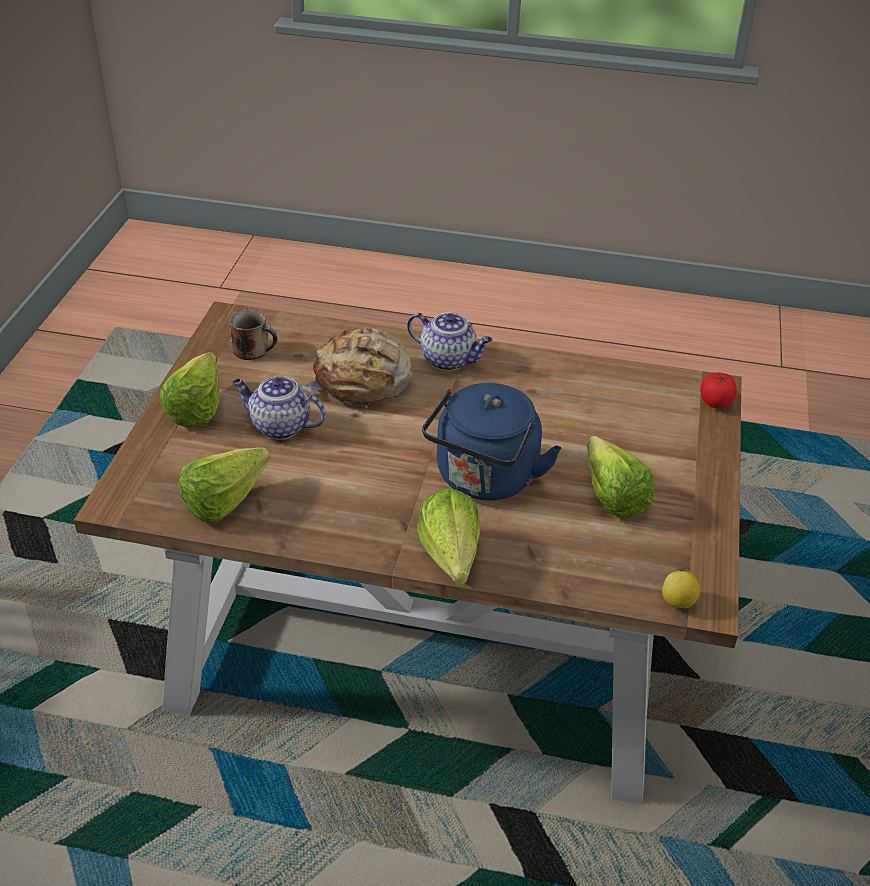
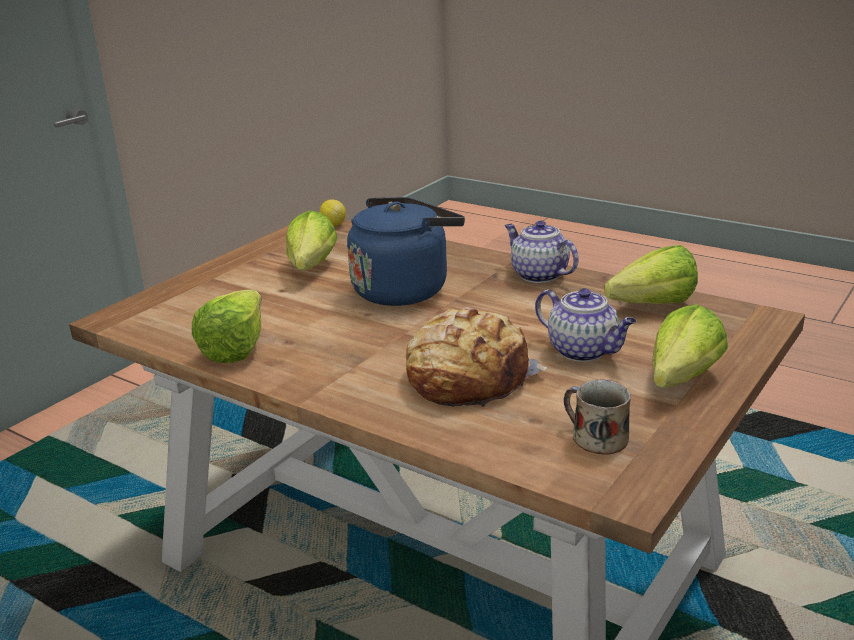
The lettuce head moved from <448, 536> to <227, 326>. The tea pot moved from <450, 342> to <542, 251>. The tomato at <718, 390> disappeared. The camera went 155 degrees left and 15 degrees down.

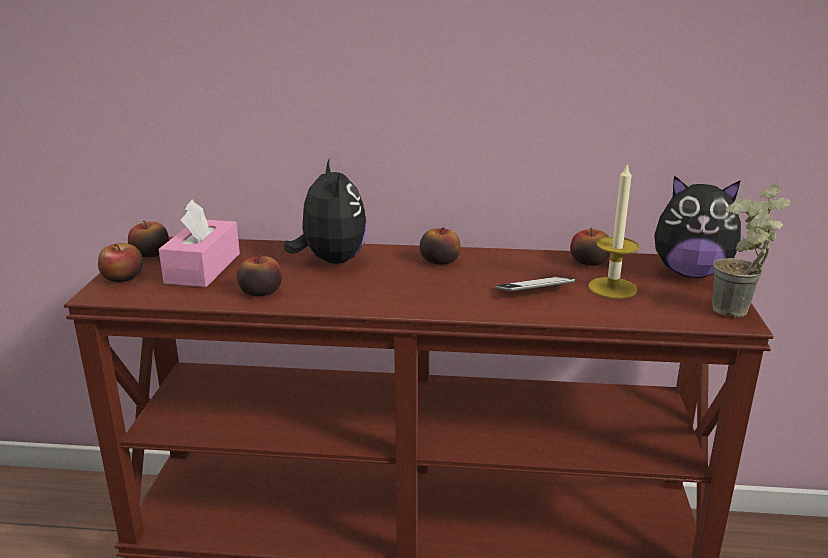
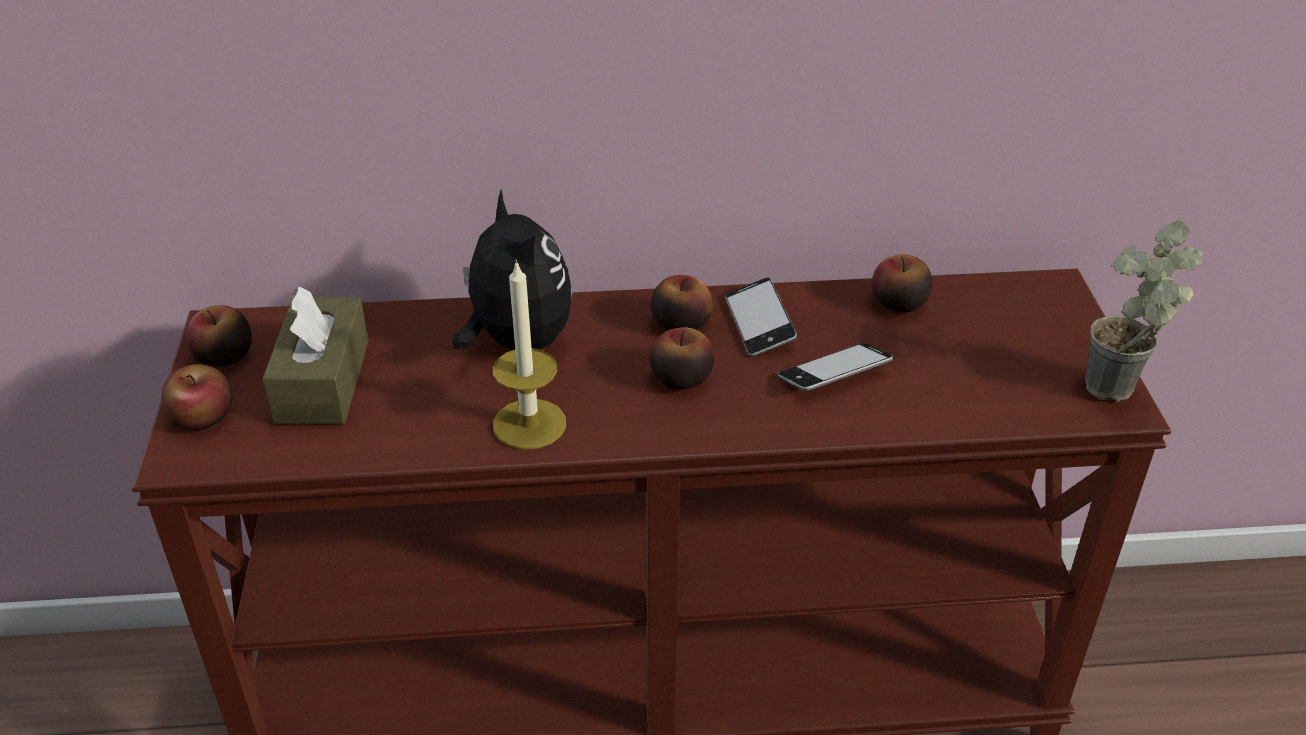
The box of tissues (pinkish) at <199, 243> became the box of tissues (brownish) at <315, 355>. The wax candle moved from <614, 230> to <529, 355>. The whole apple moved from <259, 275> to <681, 358>. The telephone at <761, 317> appeared. The soft toy at <699, 226> disappeared. The camera went 10 degrees left and 15 degrees up.

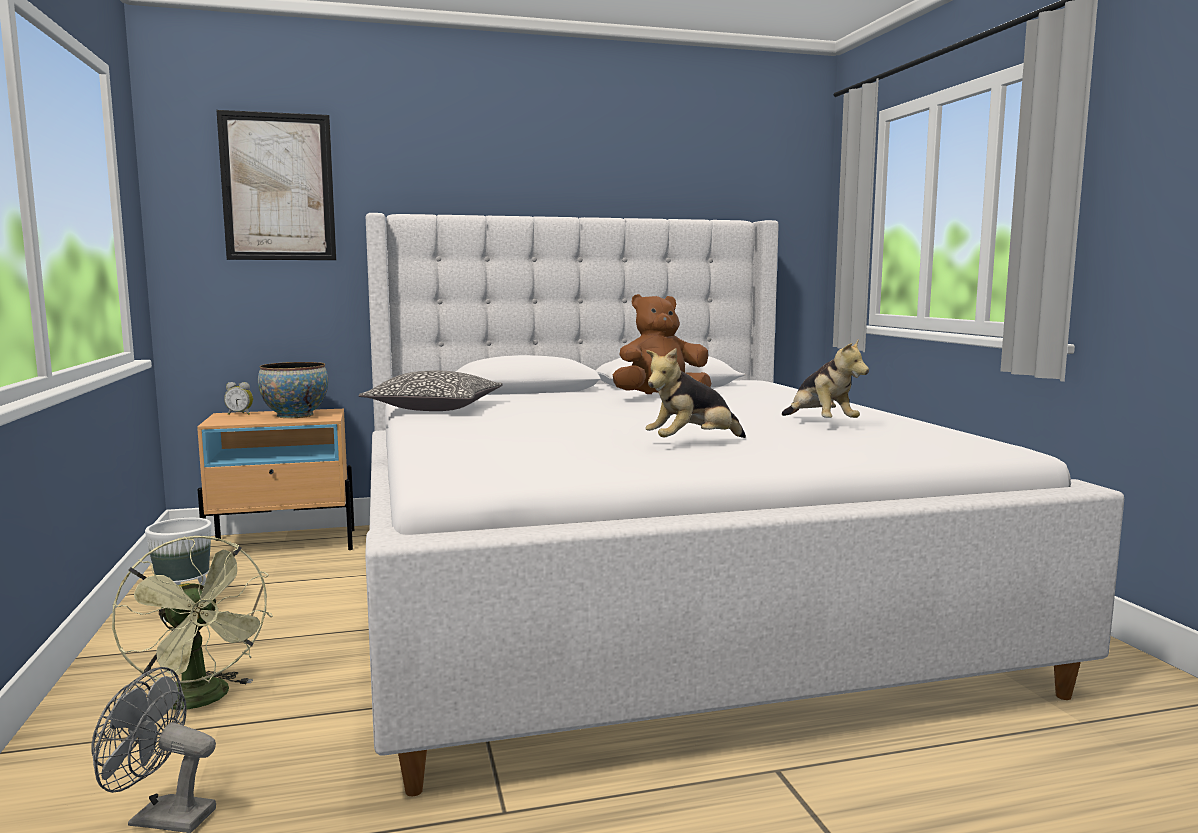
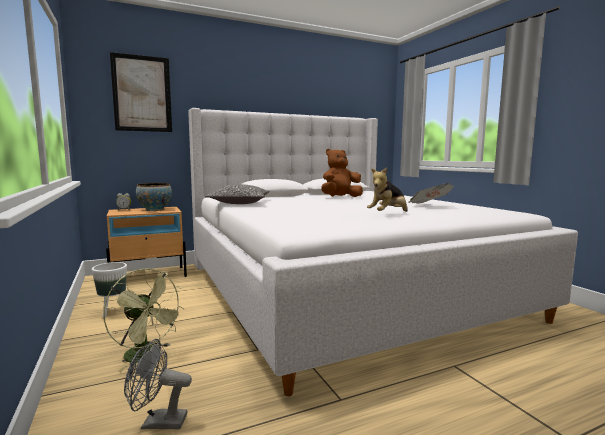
The soft toy at <825, 378> was replaced by the newspaper at <431, 193>. The camera went 10 degrees left and 0 degrees up.

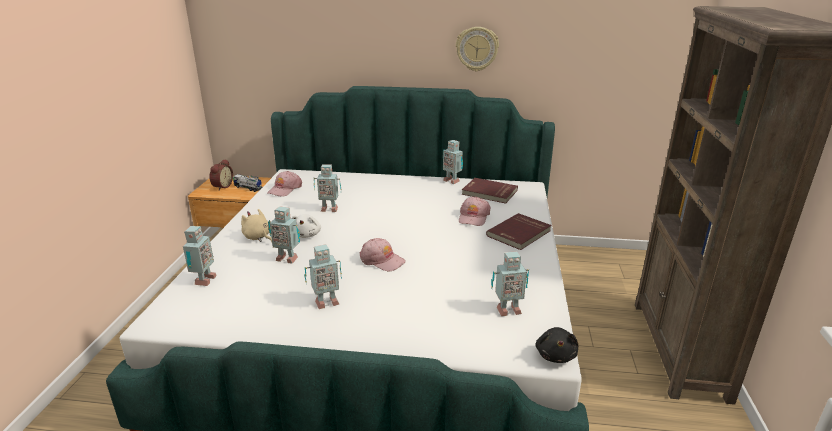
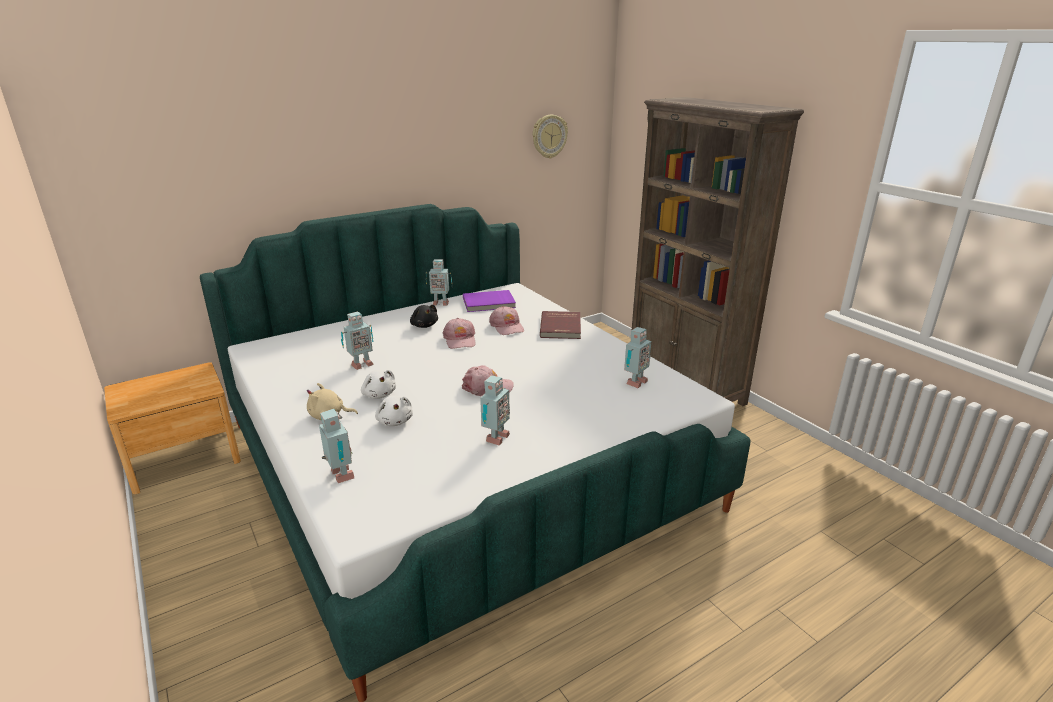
The robot figure at <284, 234> was replaced by the soft toy (white-coloured) at <394, 410>. The soft toy (black) moved from <556, 345> to <424, 316>. The cap (pinkish) moved from <284, 184> to <459, 333>. The book (red) at <490, 191> became the book (purple-coloured) at <489, 301>. The clock on the wall moved from <477, 49> to <550, 137>. The bedside clock at <221, 174> disappeared. The toy truck at <247, 183> disappeared. The camera went 40 degrees left and 0 degrees up.

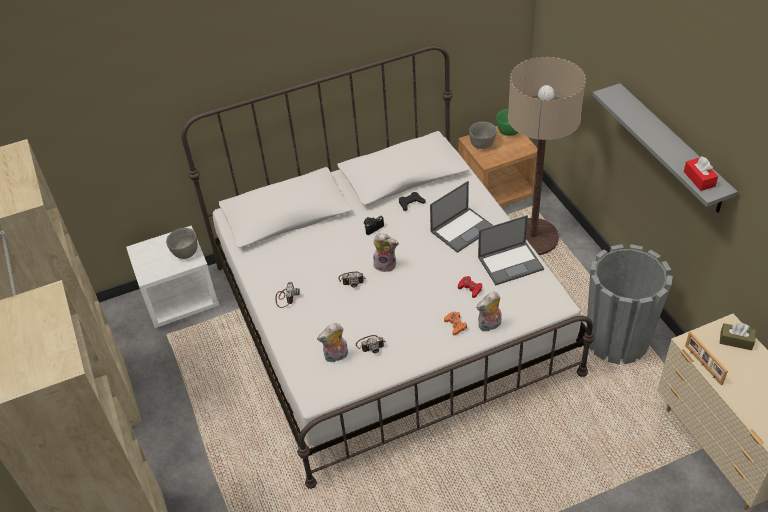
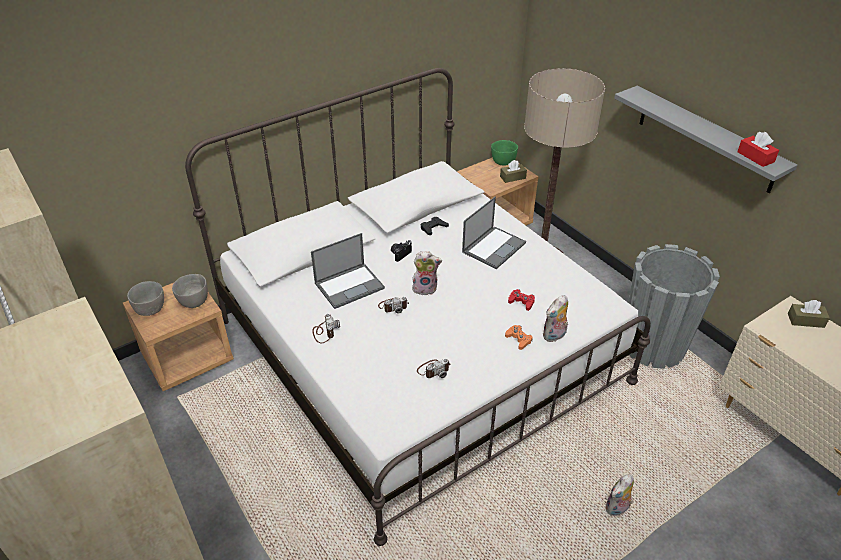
The night table (white-coloured) at <173, 277> became the night table (brownish) at <178, 337>. The bowl (gray) moved from <482, 135> to <145, 298>. The laptop moved from <511, 250> to <348, 271>. The box of tissues (brownish) at <513, 171> appeared. The soft toy moved from <332, 343> to <619, 495>. The picture frame at <706, 358> disappeared. The camera went 15 degrees left and 5 degrees down.

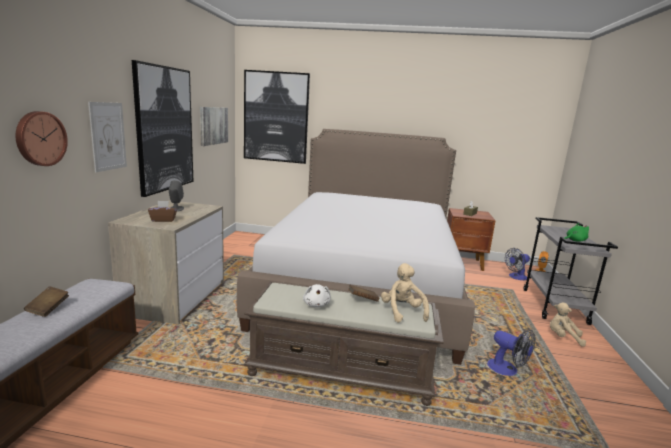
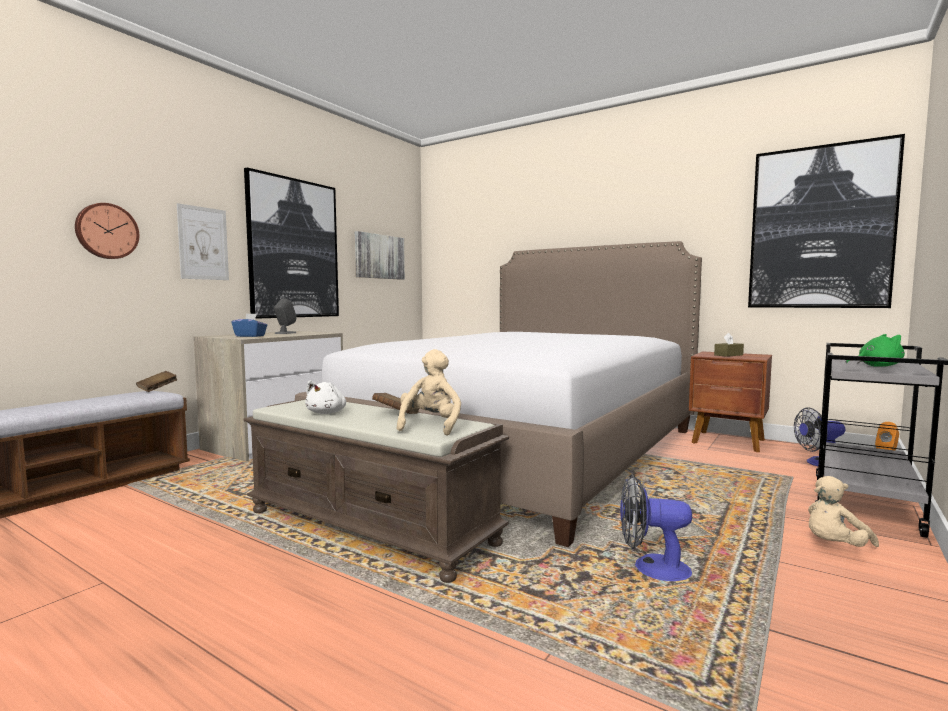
The book (brownish) moved from <46, 301> to <157, 381>. The box of tissues (brownish) at <162, 211> became the box of tissues (blue-coloured) at <249, 325>. The electric fan at <511, 353> turned 120 degrees clockwise. The wall art moved from <277, 117> to <826, 221>. The soft toy (beige) at <568, 325> turned 75 degrees counterclockwise. The camera went 25 degrees right and 10 degrees down.

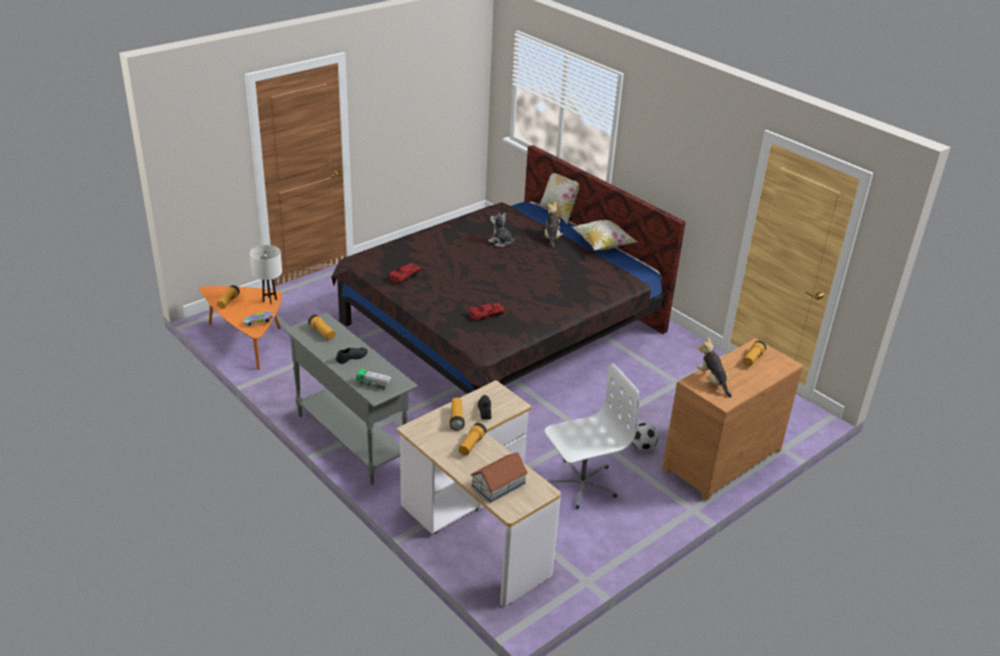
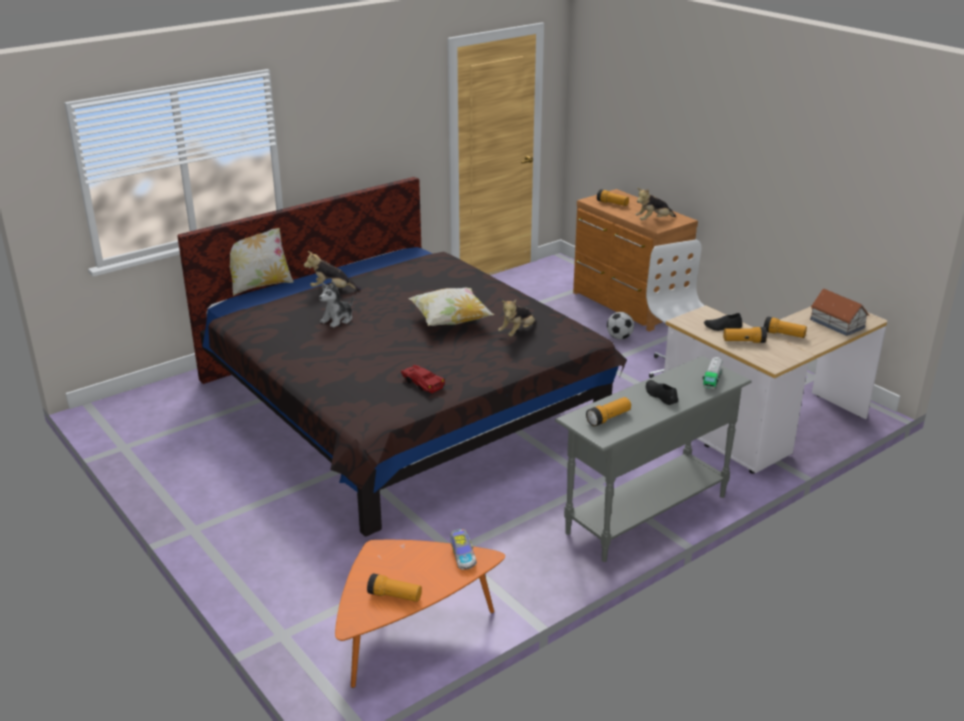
The throw pillow moved from <604, 235> to <451, 306>. The miniature car (red) at <487, 311> was replaced by the soft toy at <516, 318>. The tabletop lamp (white-coloured) at <266, 274> disappeared. The camera went 85 degrees left and 5 degrees down.

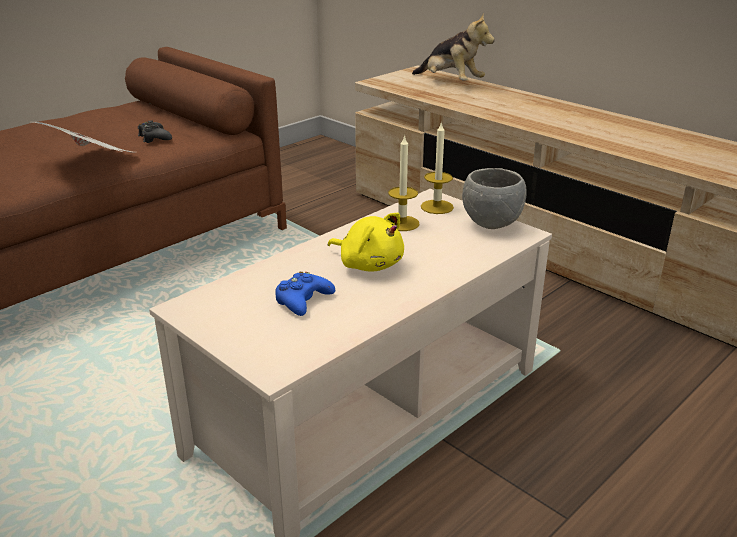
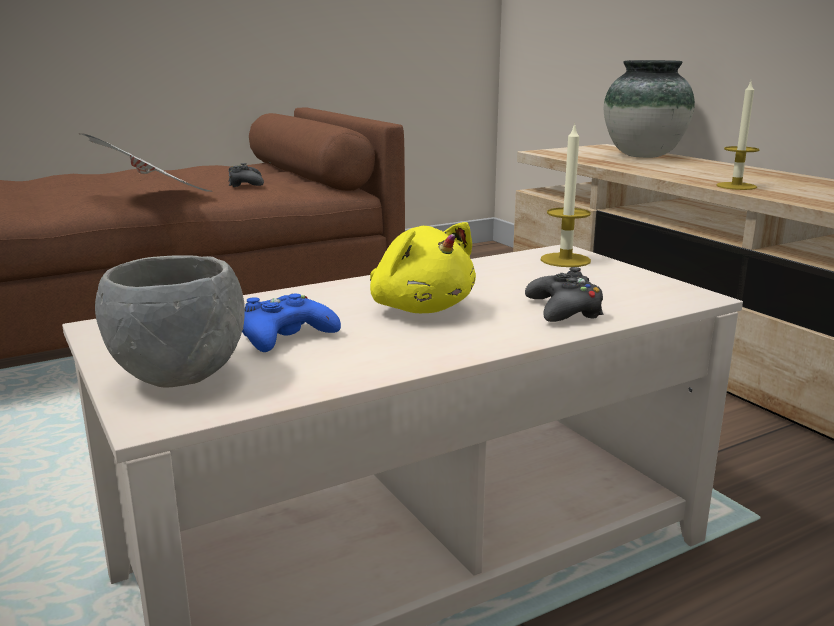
The bowl (gray) moved from <494, 198> to <170, 322>. The joypad (black) at <564, 294> appeared. The soft toy at <453, 47> was replaced by the vase at <649, 109>. The wax candle moved from <404, 183> to <738, 136>. The camera went 15 degrees right and 10 degrees down.

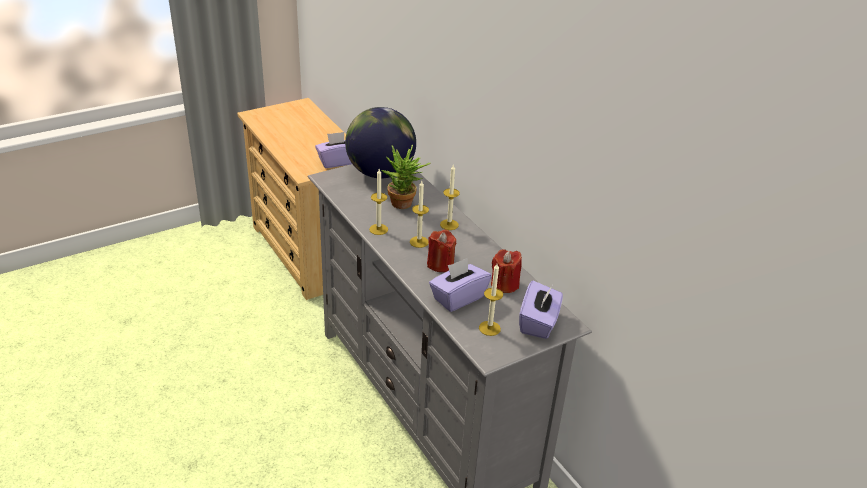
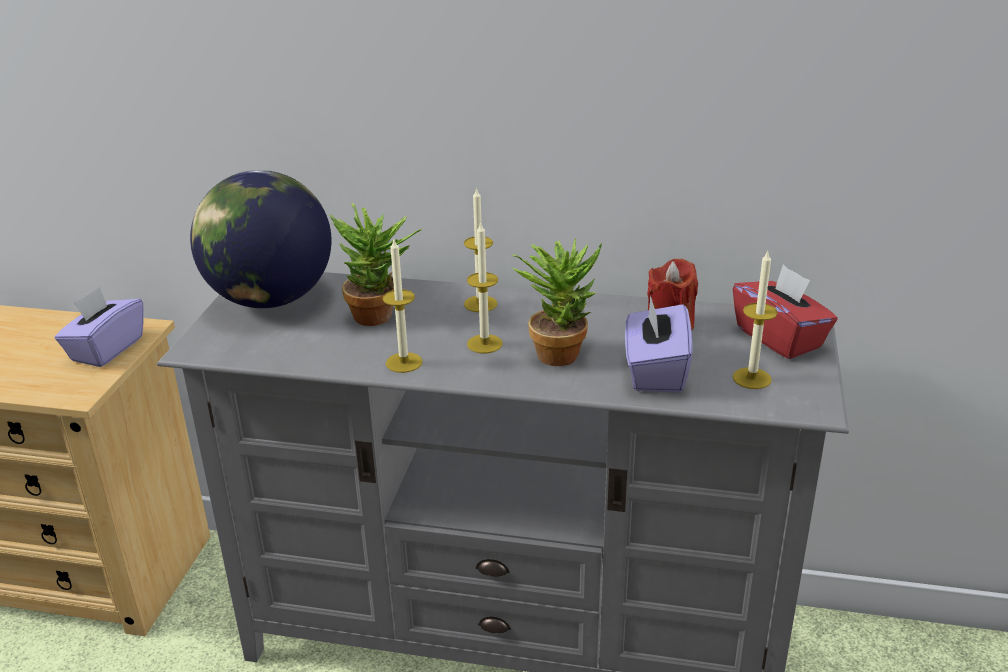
The wax candle (red) at <441, 251> was replaced by the houseplant at <557, 302>. The box of tissues (purple-coloured) at <541, 310> became the box of tissues (red) at <785, 311>. The camera went 45 degrees left and 5 degrees down.

